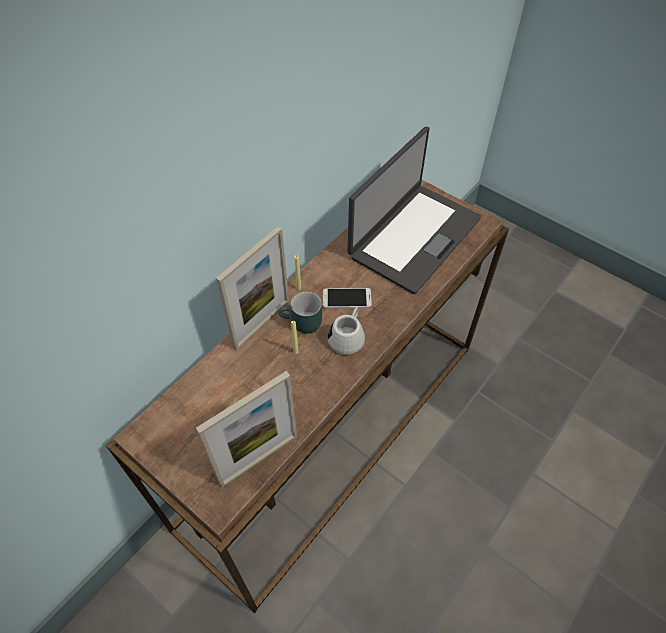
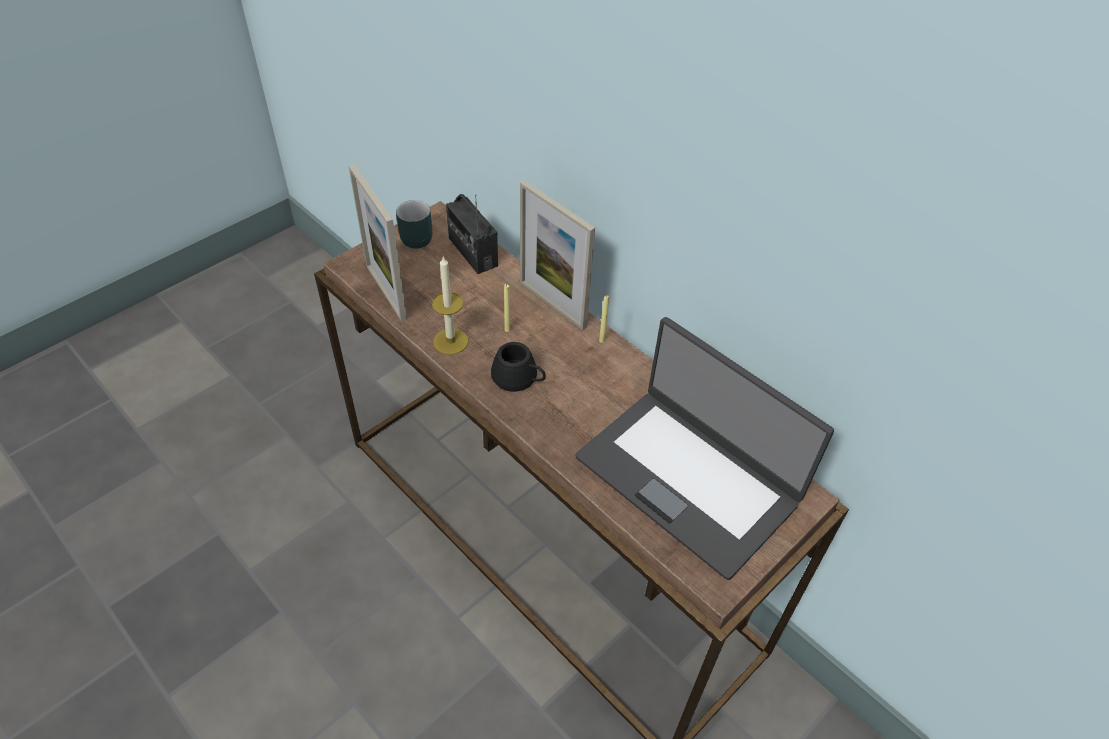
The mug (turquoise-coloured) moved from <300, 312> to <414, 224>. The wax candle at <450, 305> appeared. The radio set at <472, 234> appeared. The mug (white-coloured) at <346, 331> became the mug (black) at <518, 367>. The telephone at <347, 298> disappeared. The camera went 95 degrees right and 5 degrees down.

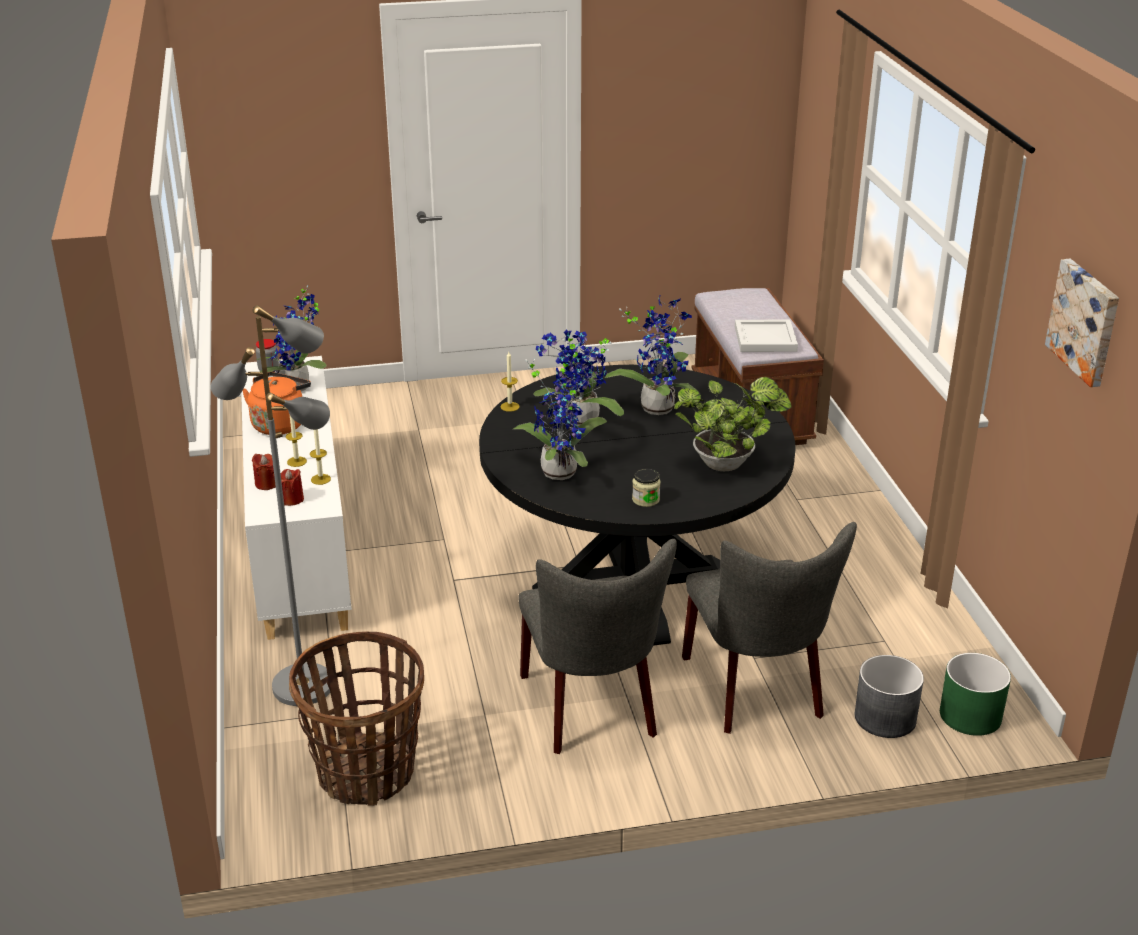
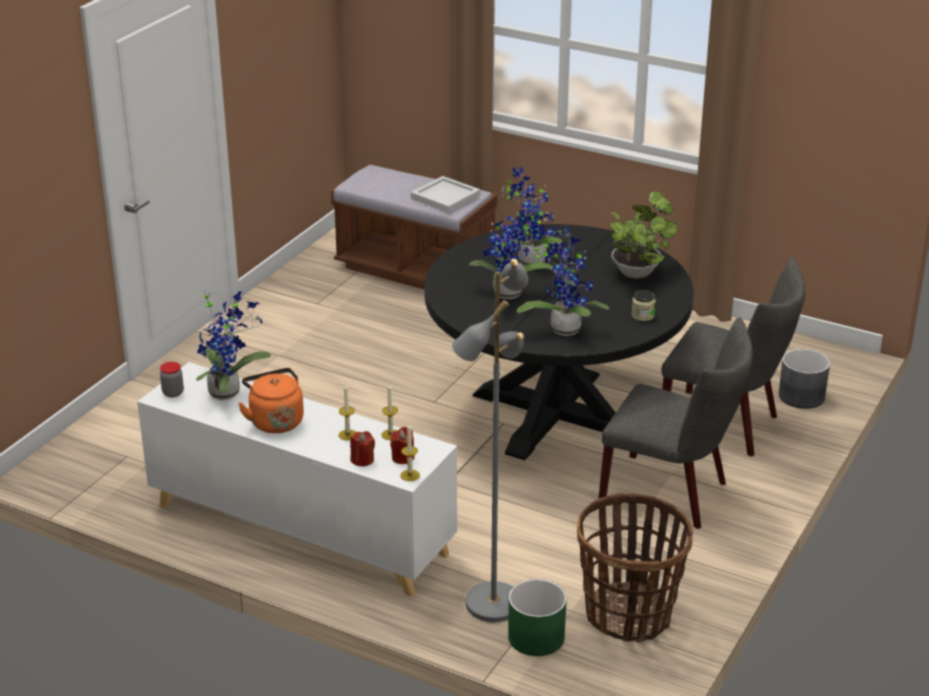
The wax candle moved from <510, 382> to <410, 452>. The planter (greenish) moved from <975, 694> to <537, 617>. The wall art at <1082, 323> disappeared. The camera went 50 degrees left and 0 degrees up.

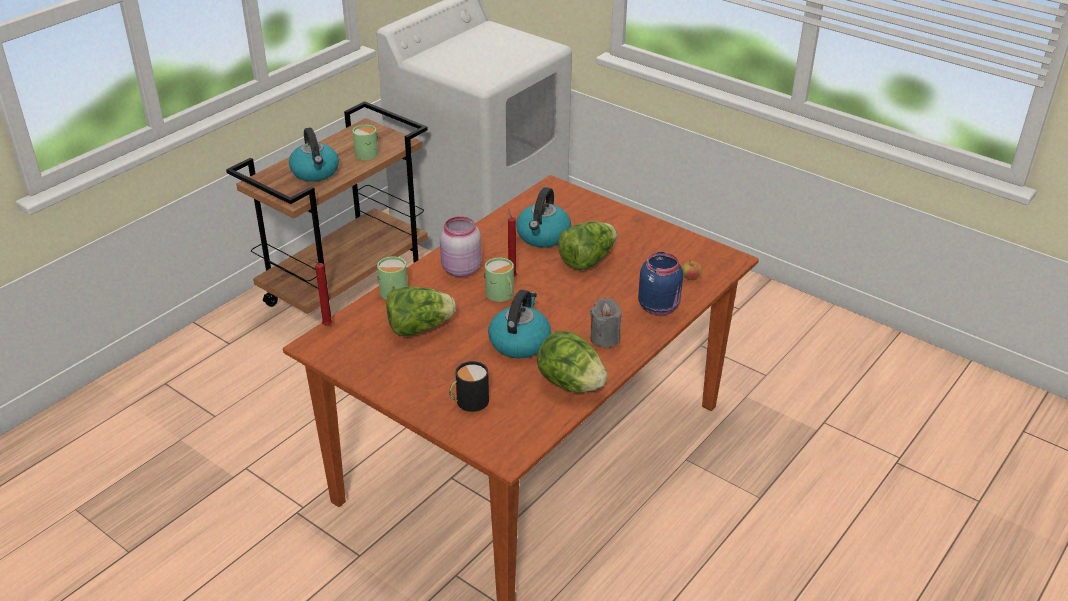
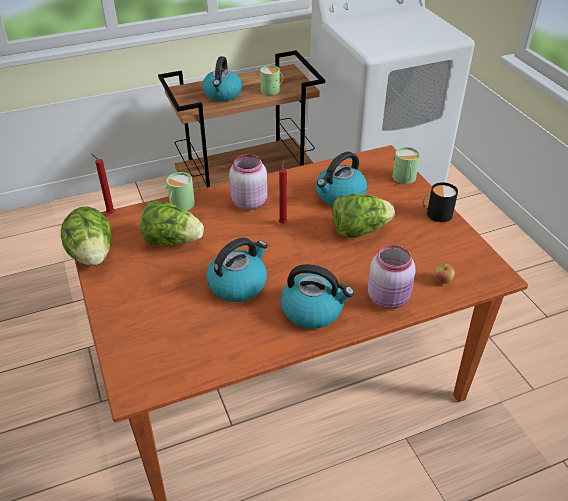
The lettuce head moved from <572, 361> to <86, 236>. The wax candle (gray) at <605, 323> was replaced by the water kettle at <317, 296>. The preserve jar (blue-coloured) at <660, 283> became the preserve jar (pinkish) at <391, 277>. The mug (greenish) moved from <499, 280> to <406, 165>. The mug (black) moved from <469, 386> to <440, 202>. The camera went 30 degrees right and 5 degrees up.

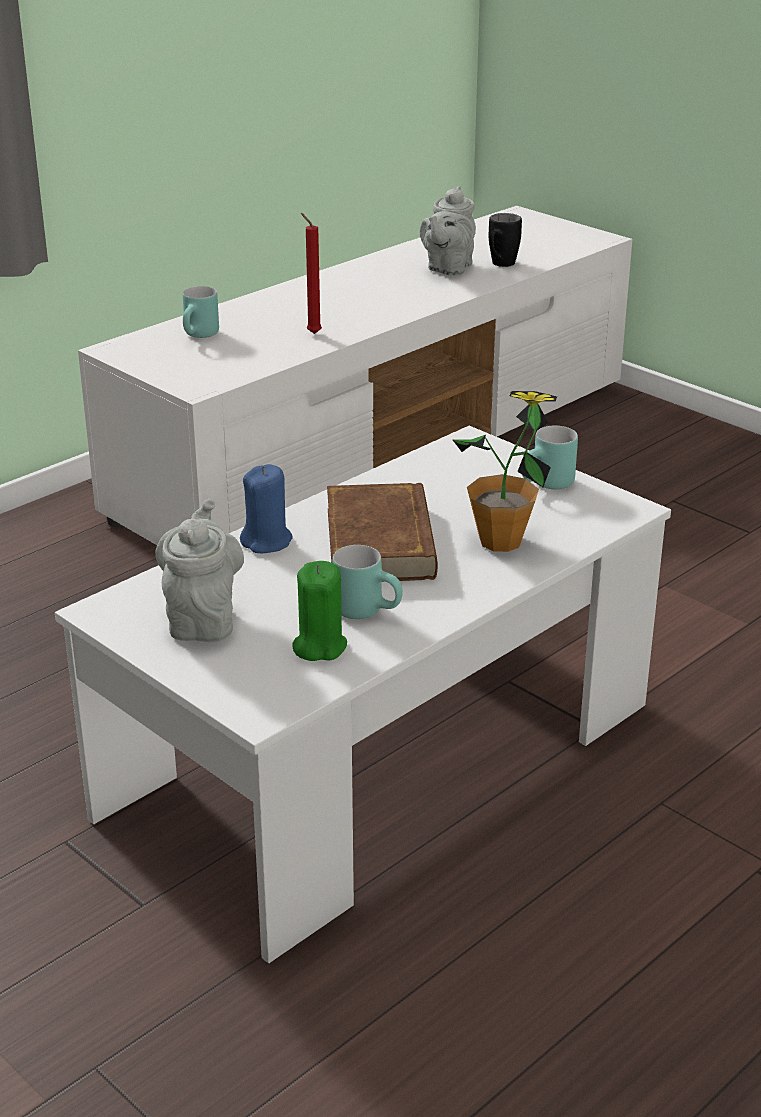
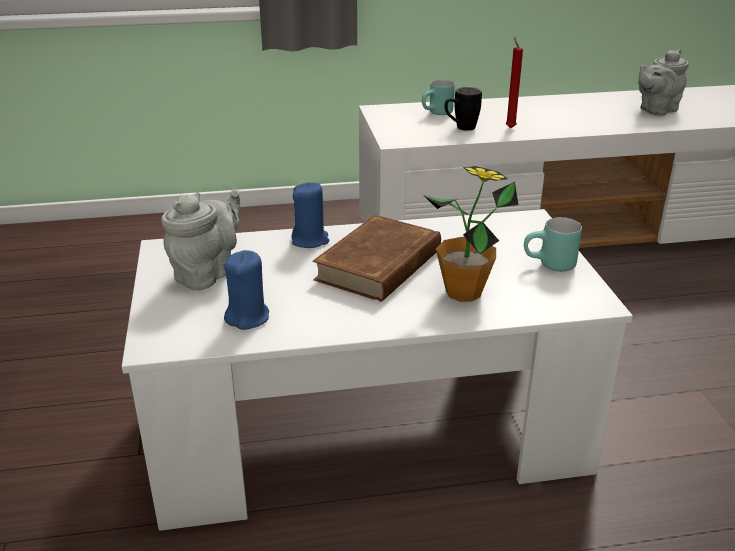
The wax candle (greenish) at <320, 611> became the wax candle (blue-coloured) at <246, 290>. The mug (black) moved from <505, 240> to <463, 109>. The mug (turquoise-coloured) at <368, 582> disappeared. The camera went 35 degrees right and 0 degrees up.

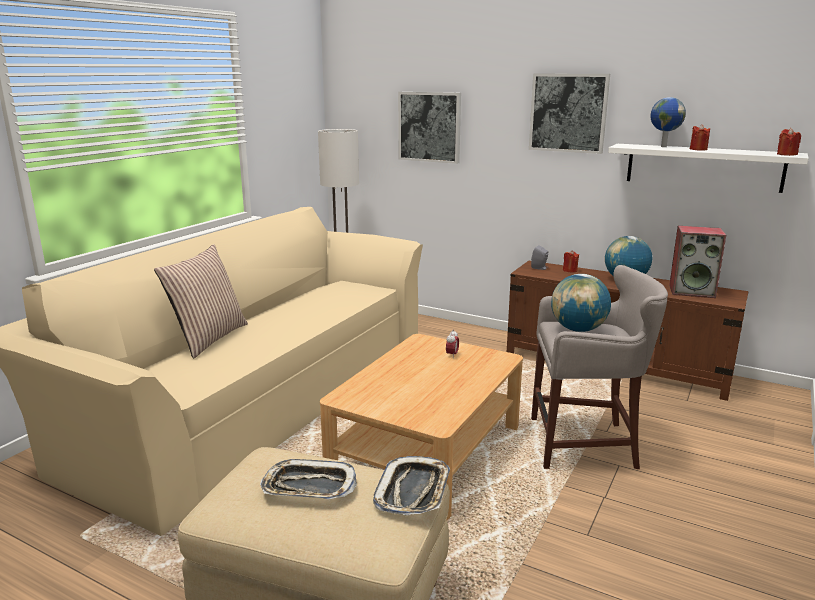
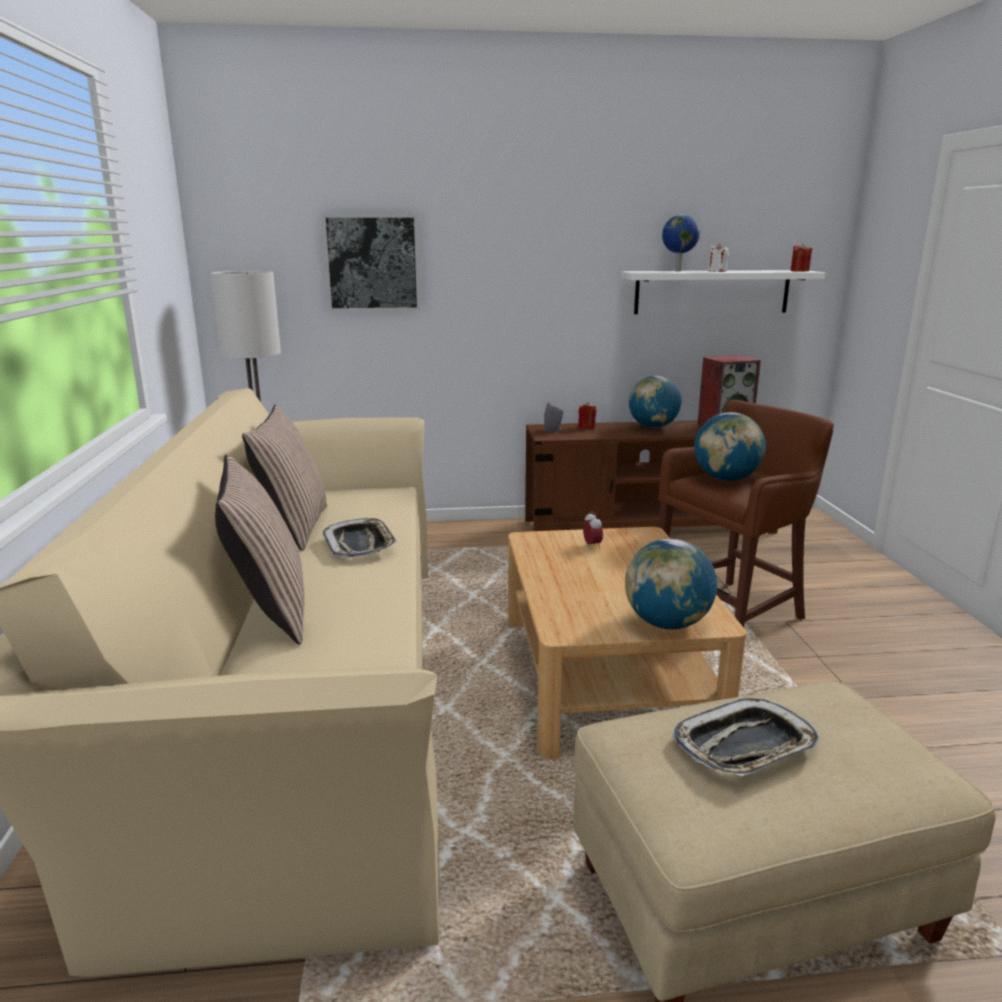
The throw pillow at <284, 477> appeared. The serving tray moved from <411, 485> to <360, 538>. The desk globe at <671, 584> appeared. The stool (gray) at <599, 367> became the stool (brownish) at <746, 513>. The wax candle (red) at <700, 137> became the wax candle (white-coloured) at <718, 257>. The wall art at <569, 114> disappeared. The camera went 35 degrees left and 0 degrees up.

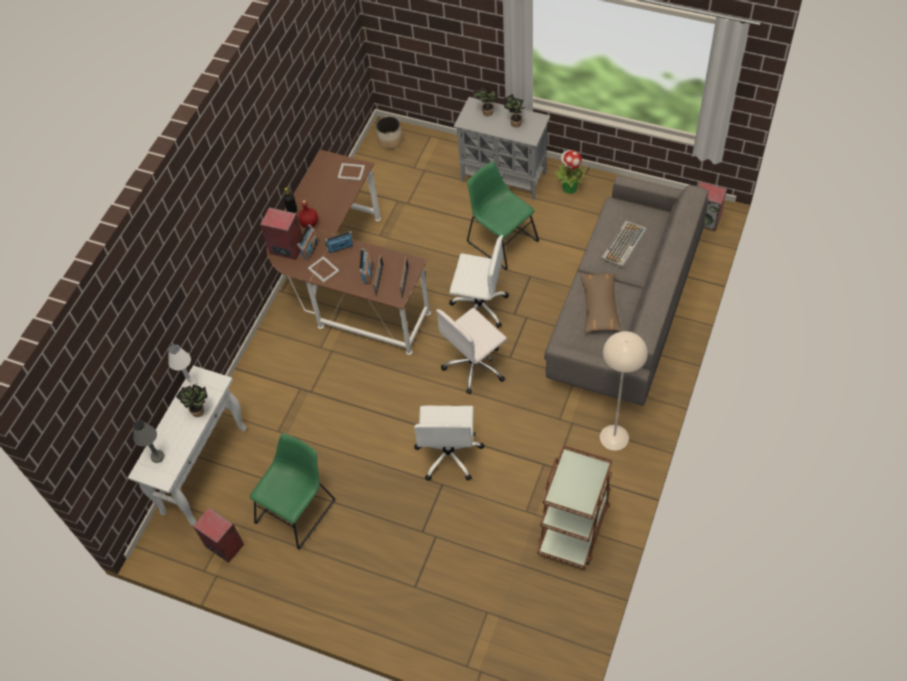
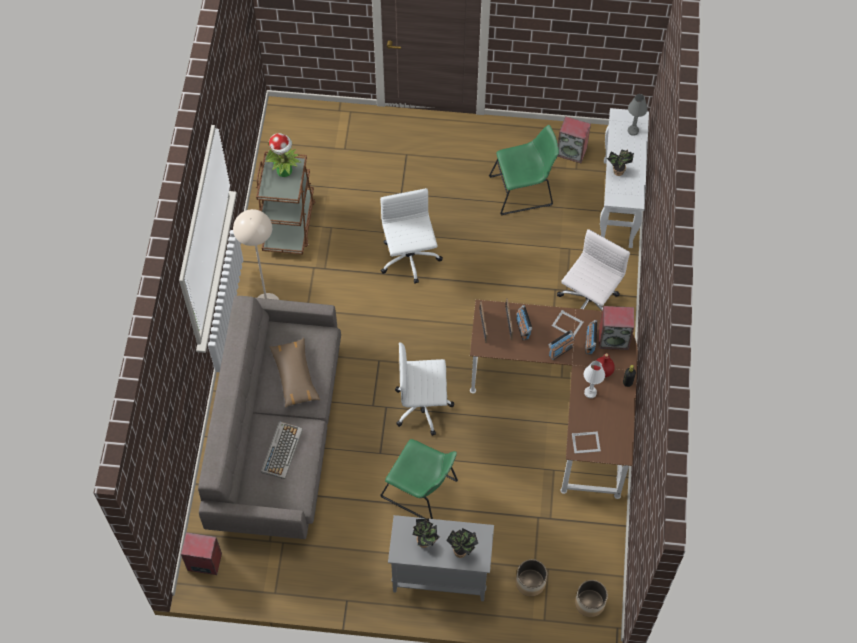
The houseplant moved from <570, 172> to <284, 155>. The upright chair (greenish) at <292, 491> turned 120 degrees counterclockwise. The planter at <531, 577> appeared. The desk chair (white-coloured) moved from <471, 351> to <593, 270>. The tabletop lamp (white-coloured) moved from <182, 366> to <594, 379>. The camera went 160 degrees right and 5 degrees up.

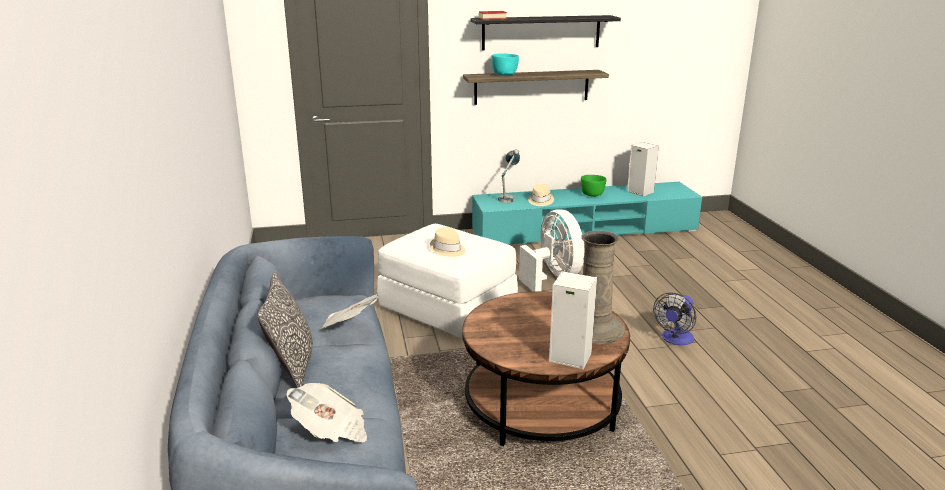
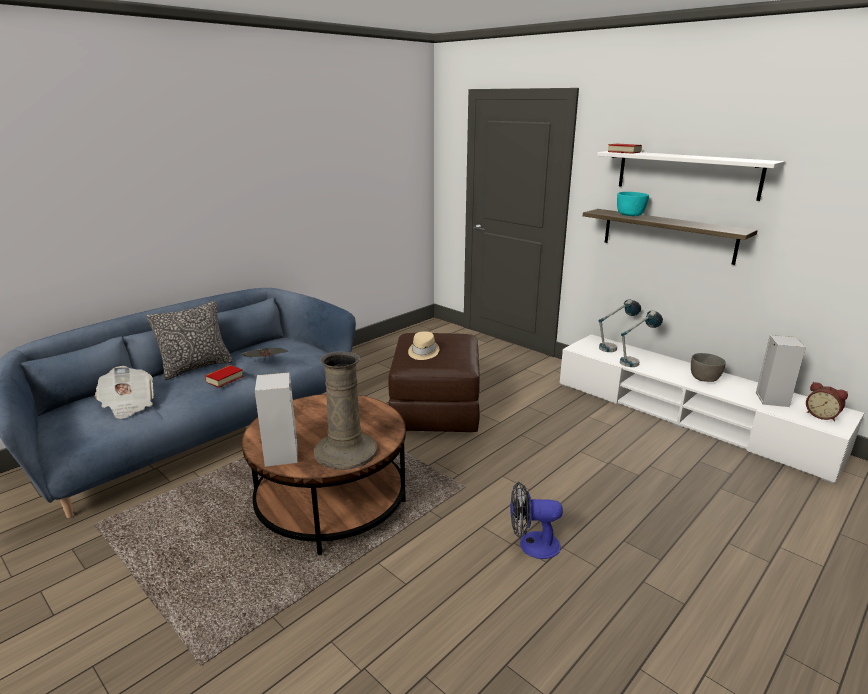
The book at <224, 376> appeared. The ottoman (white-coloured) at <447, 281> became the ottoman (brownish) at <434, 382>. The tv stand (turquoise-coloured) at <587, 213> became the tv stand (white-coloured) at <712, 409>. The wall shelf (black) at <545, 32> became the wall shelf (white-coloured) at <691, 176>. The clothing hat (beige) at <541, 195> was replaced by the tabletop lamp at <641, 338>. The bowl (greenish) at <594, 186> became the bowl (gray) at <708, 367>. The bedside clock at <827, 402> appeared. The electric fan (white-coloured) at <551, 250> disappeared. The camera went 55 degrees right and 0 degrees up.

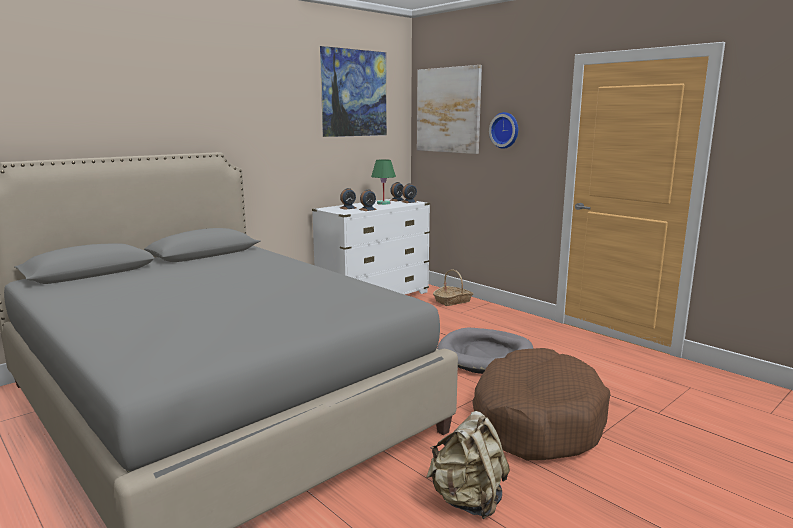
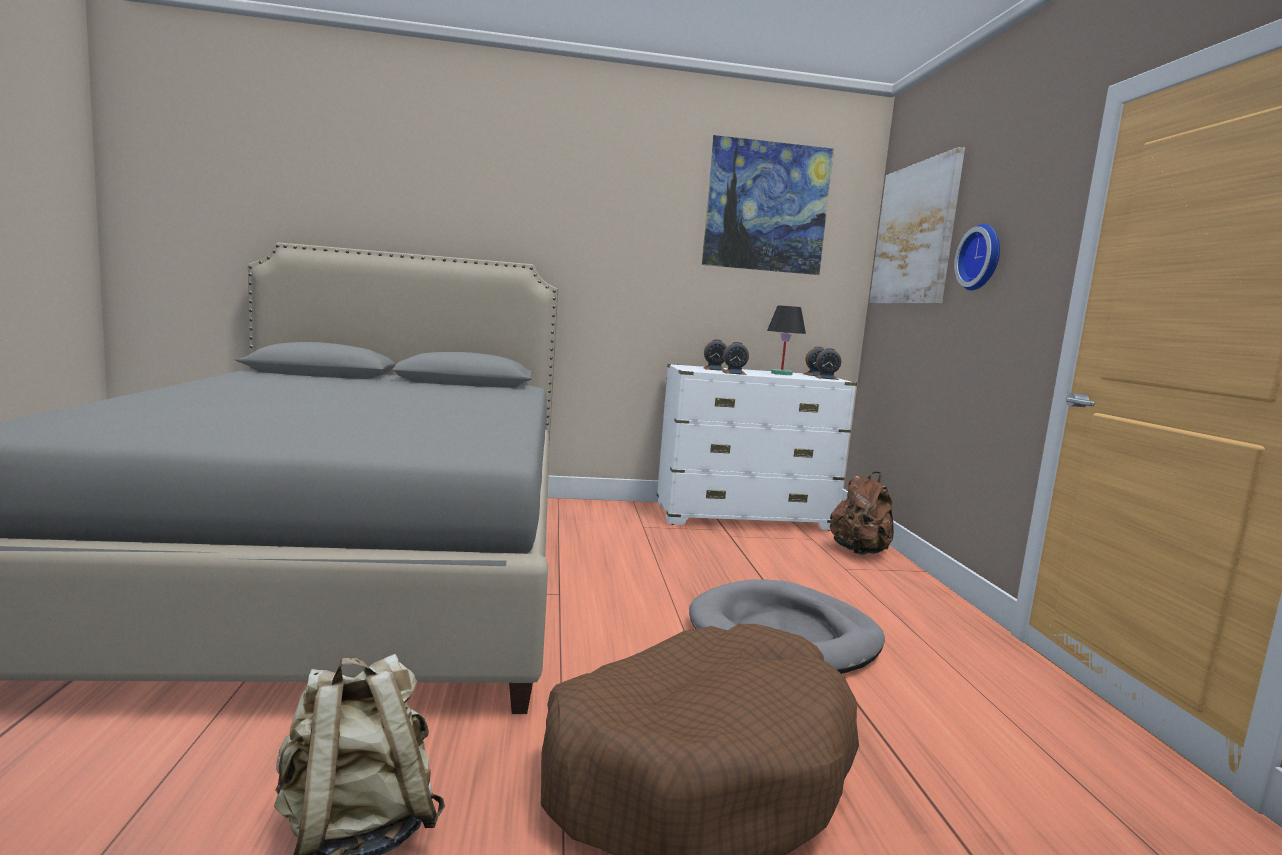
The tabletop lamp (greenish) at <383, 182> became the tabletop lamp (black) at <786, 340>. The household basket at <453, 287> was replaced by the backpack (brownish) at <862, 513>. The camera went 35 degrees right and 5 degrees down.

